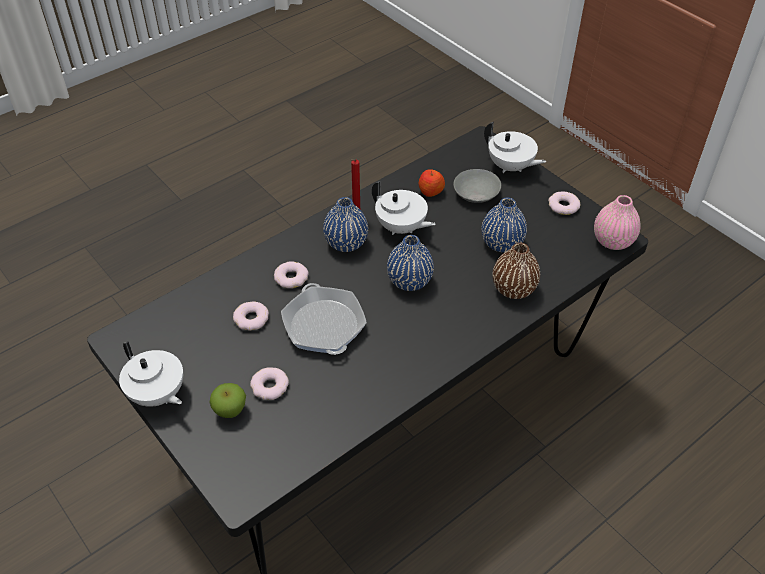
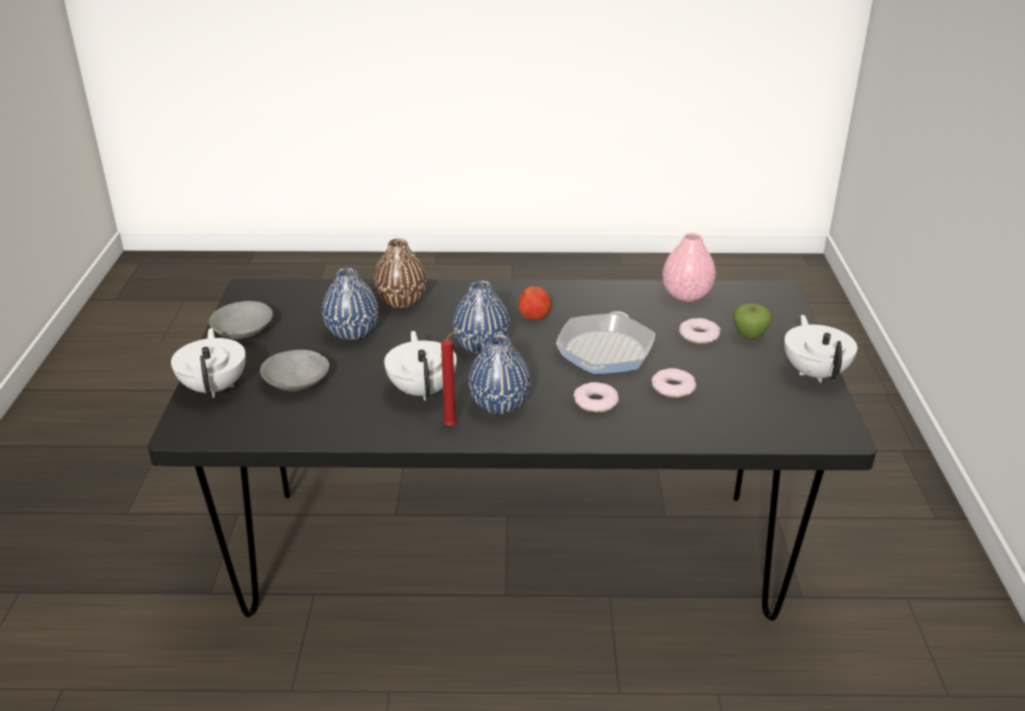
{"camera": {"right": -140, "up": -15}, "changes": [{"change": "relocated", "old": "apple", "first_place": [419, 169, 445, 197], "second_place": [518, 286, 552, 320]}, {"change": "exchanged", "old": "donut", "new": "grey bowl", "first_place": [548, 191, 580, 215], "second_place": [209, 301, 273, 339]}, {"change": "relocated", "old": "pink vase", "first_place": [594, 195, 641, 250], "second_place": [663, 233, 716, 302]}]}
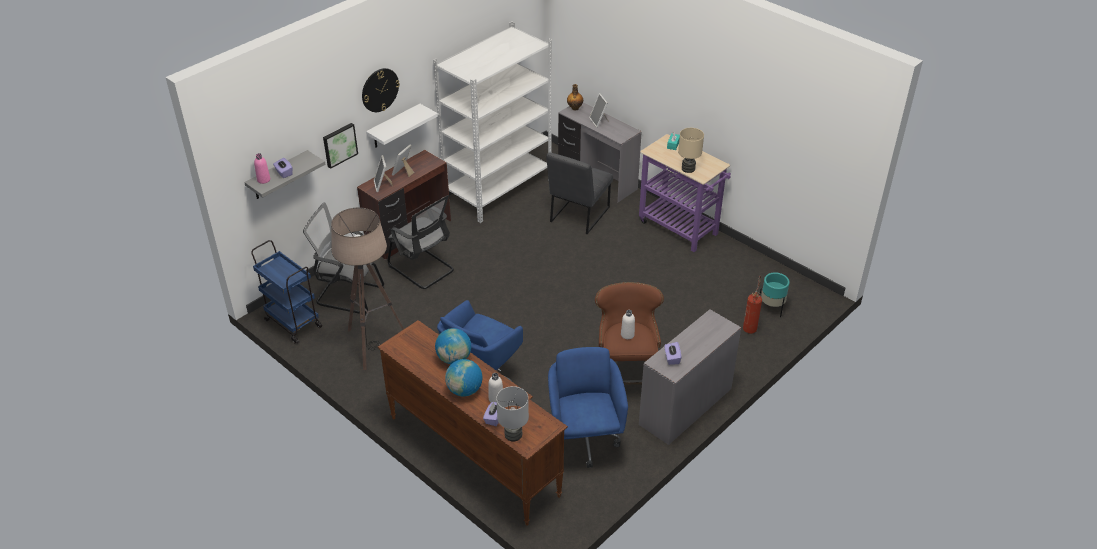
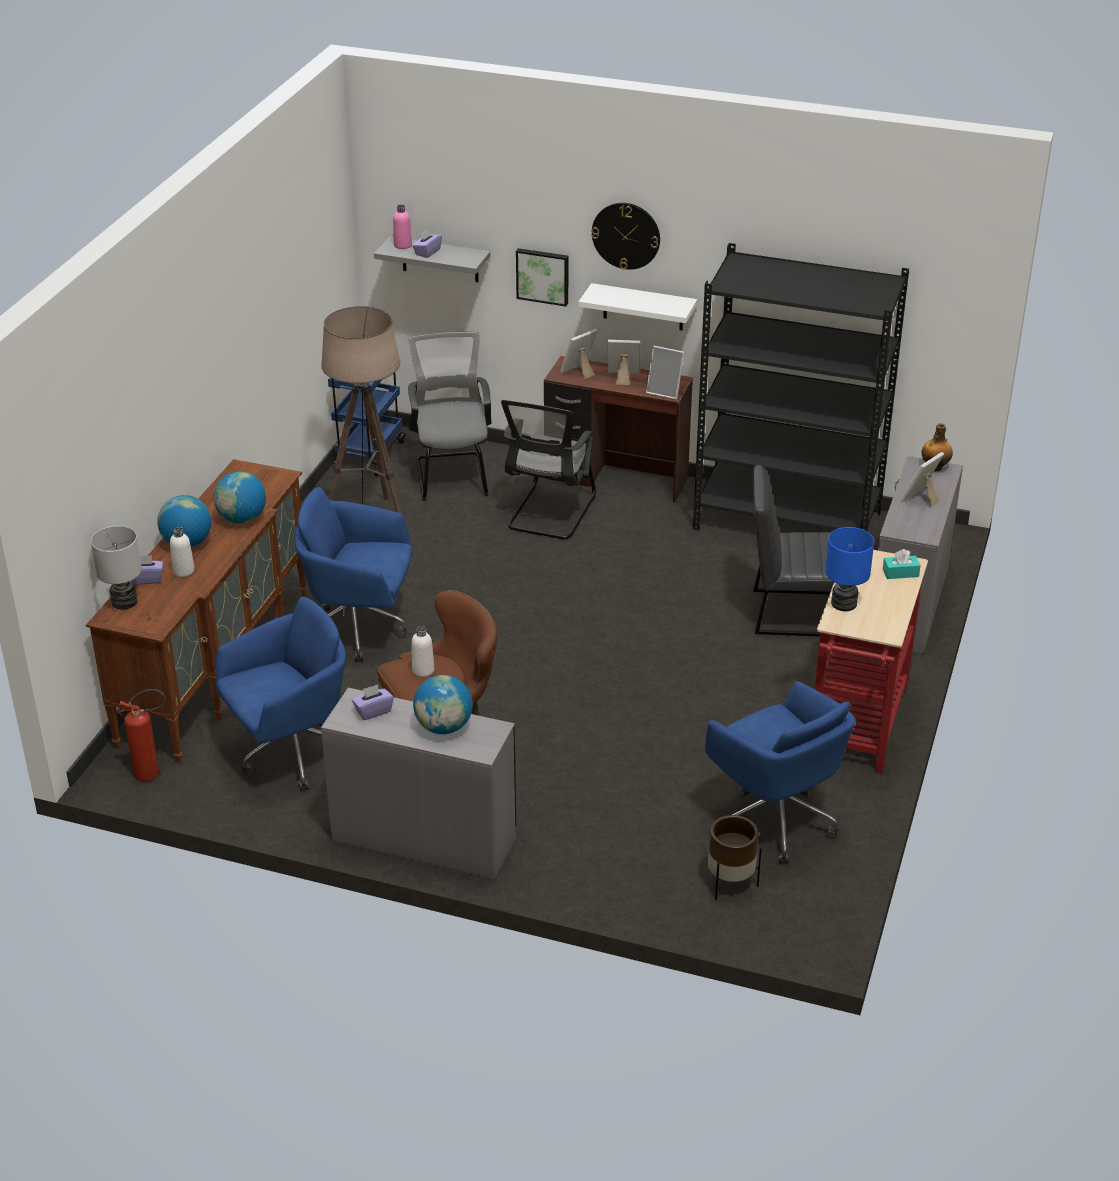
{"camera": {"right": 65, "up": -5}, "changes": [{"change": "colour", "old": "white bookcase", "new": "black bookcase", "first_place": [433, 22, 552, 223], "second_place": [693, 243, 909, 532]}, {"change": "colour", "old": "purple cart", "new": "red cart", "first_place": [639, 134, 731, 252], "second_place": [814, 550, 928, 774]}, {"change": "colour", "old": "beige table lamp", "new": "blue table lamp", "first_place": [678, 128, 704, 173], "second_place": [825, 527, 874, 611]}, {"change": "relocated", "old": "fire extinguisher", "first_place": [743, 275, 762, 334], "second_place": [118, 689, 166, 782]}, {"change": "colour", "old": "turquoise planter", "new": "brown planter", "first_place": [760, 273, 790, 317], "second_place": [708, 815, 762, 900]}, {"change": "appeared", "new": "globe", "second_place": [413, 675, 473, 734]}, {"change": "appeared", "new": "picture frame", "second_place": [646, 346, 685, 400]}, {"change": "appeared", "new": "blue office chair", "second_place": [705, 681, 855, 864]}]}
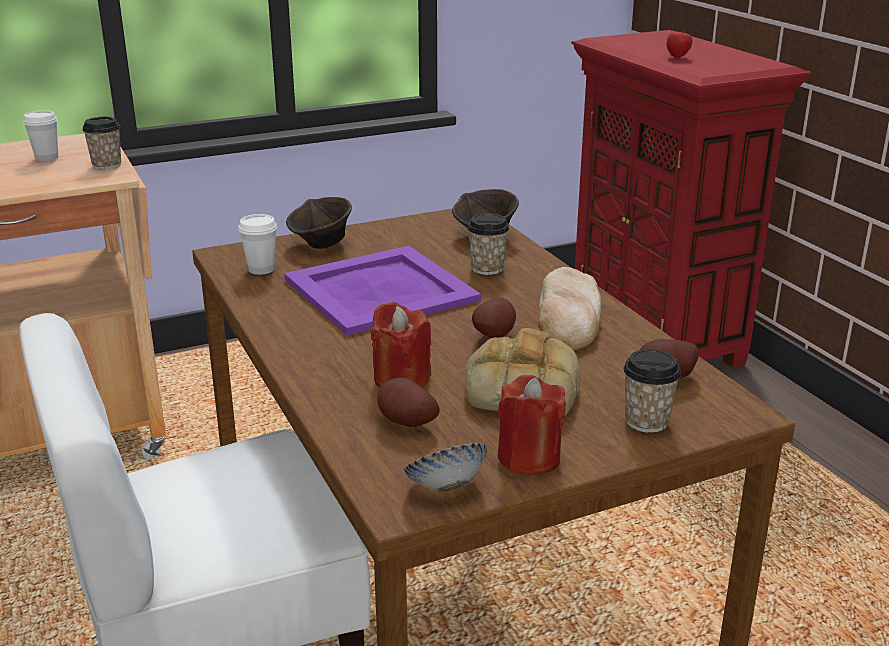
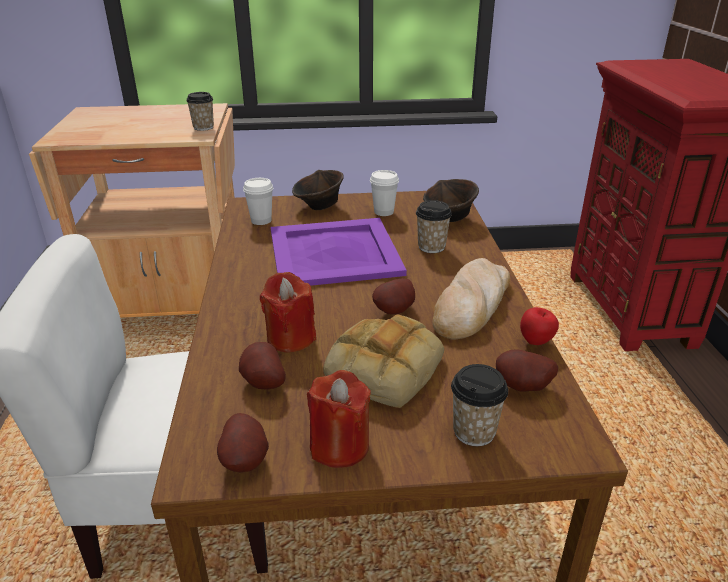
{"camera": {"right": 20, "up": 5}, "changes": [{"change": "relocated", "old": "white cup", "first_place": [23, 110, 58, 161], "second_place": [370, 170, 399, 216]}, {"change": "exchanged", "old": "bowl", "new": "potato", "first_place": [404, 443, 487, 492], "second_place": [217, 413, 269, 472]}, {"change": "relocated", "old": "apple", "first_place": [667, 31, 692, 58], "second_place": [520, 307, 559, 345]}]}
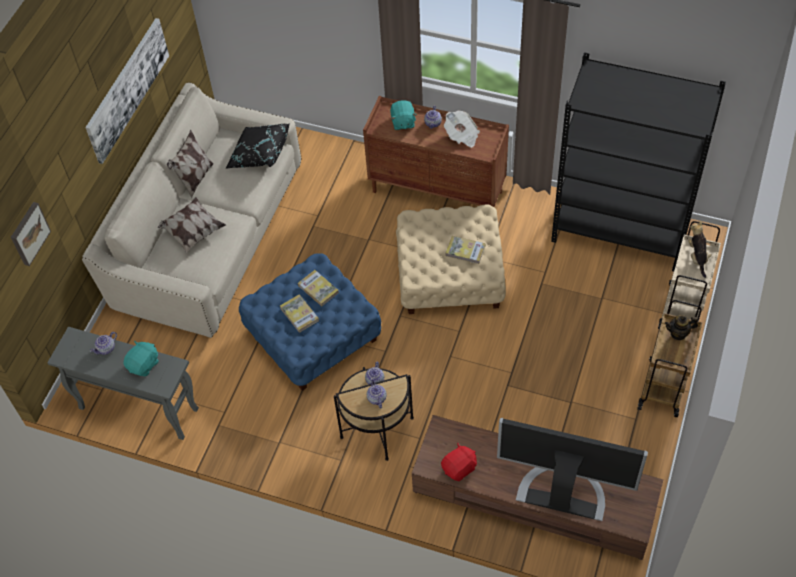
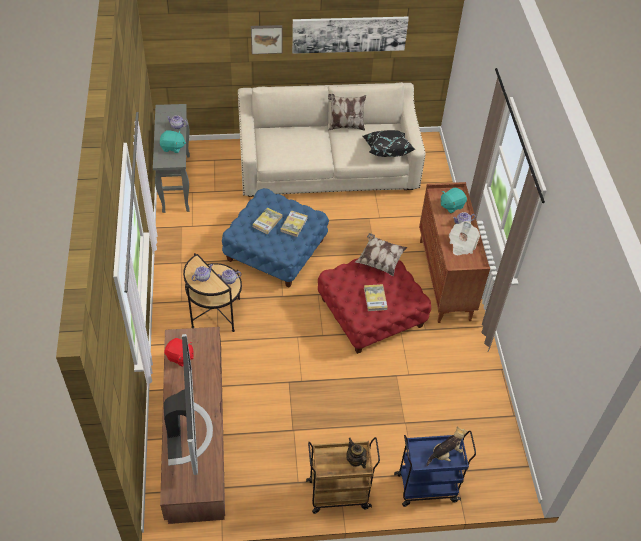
{"camera": {"right": 60, "up": -5}, "changes": [{"change": "relocated", "old": "picture", "first_place": [11, 202, 51, 266], "second_place": [251, 25, 282, 54]}, {"change": "relocated", "old": "pillow", "first_place": [158, 197, 226, 253], "second_place": [355, 233, 407, 276]}, {"change": "colour", "old": "beige ottoman", "new": "red ottoman", "first_place": [396, 205, 506, 314], "second_place": [318, 259, 431, 354]}, {"change": "missing", "old": "black bookcase", "first_place": [551, 52, 726, 271]}, {"change": "colour", "old": "beige cart", "new": "blue cart", "first_place": [658, 221, 721, 329], "second_place": [394, 431, 476, 507]}]}
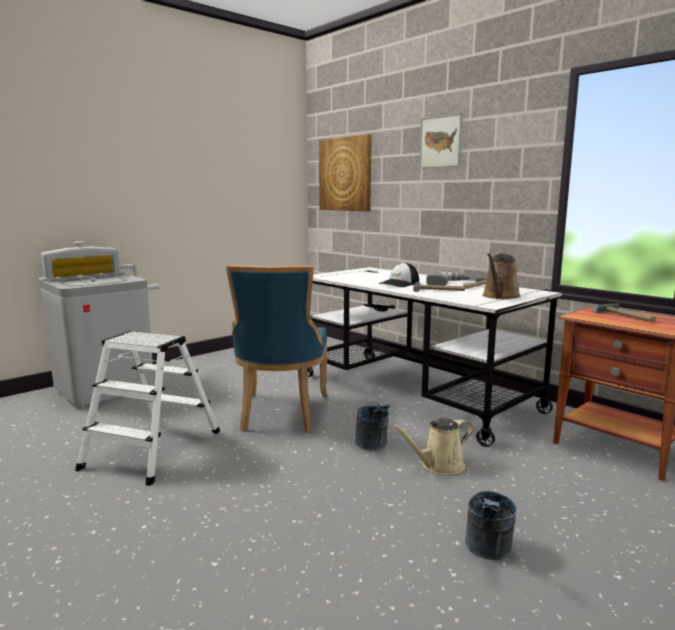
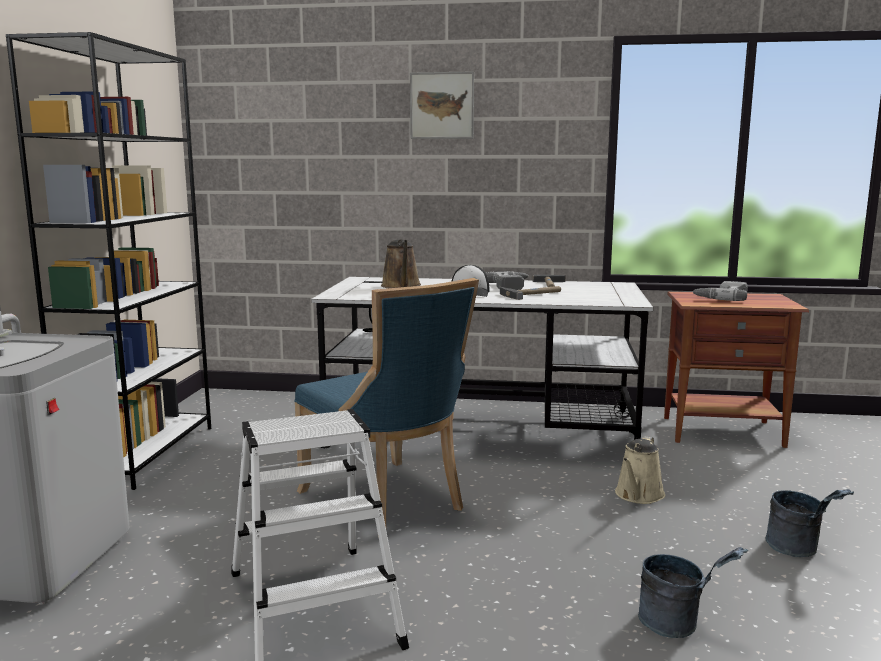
{"camera": {"right": -40, "up": 0}, "changes": [{"change": "missing", "old": "picture", "first_place": [319, 134, 372, 212]}, {"change": "relocated", "old": "grey bucket", "first_place": [355, 403, 390, 450], "second_place": [638, 547, 748, 638]}, {"change": "relocated", "old": "brown watering can", "first_place": [482, 253, 521, 299], "second_place": [381, 239, 421, 288]}, {"change": "exchanged", "old": "hammer", "new": "power drill", "first_place": [592, 304, 656, 322], "second_place": [692, 281, 748, 301]}, {"change": "appeared", "new": "white bookcase", "second_place": [6, 32, 211, 490]}]}
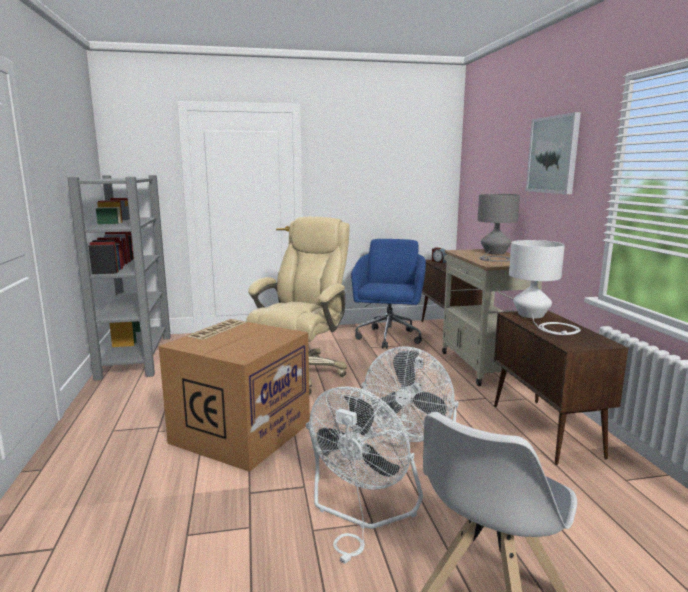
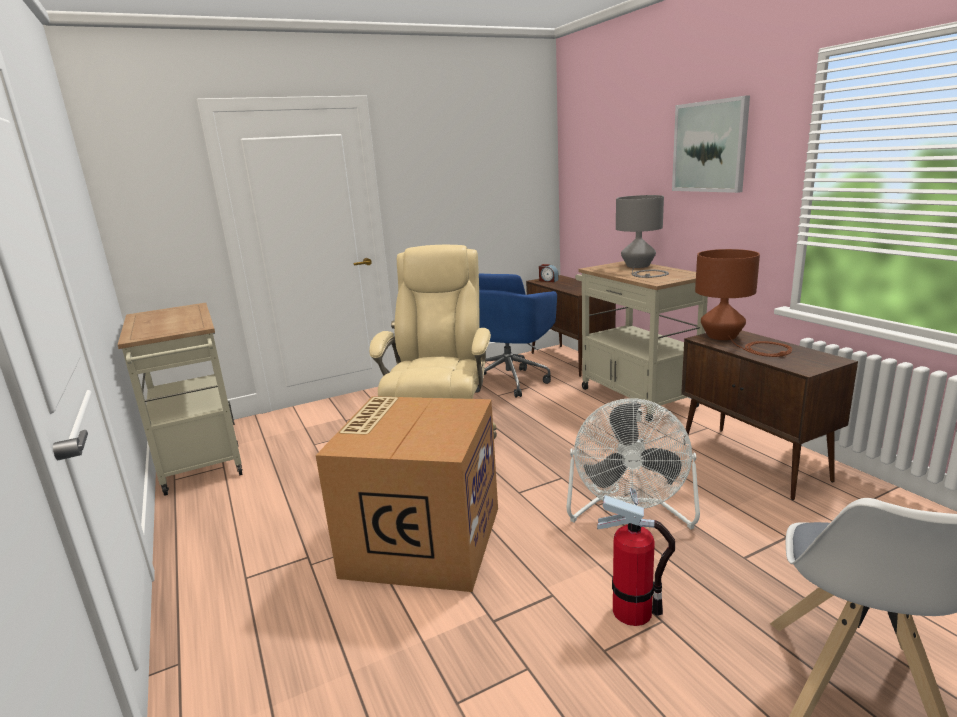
{"camera": {"right": -15, "up": 5}, "changes": [{"change": "exchanged", "old": "grey bookcase", "new": "beige cart", "first_place": [67, 175, 171, 380], "second_place": [117, 303, 243, 496]}, {"change": "exchanged", "old": "white fan", "new": "fire extinguisher", "first_place": [305, 387, 423, 564], "second_place": [597, 488, 675, 626]}, {"change": "spun", "old": "blue office chair", "first_place": [351, 239, 426, 349], "second_place": [476, 273, 557, 398], "degrees": -150}, {"change": "colour", "old": "white table lamp", "new": "brown table lamp", "first_place": [509, 240, 581, 335], "second_place": [695, 249, 792, 357]}]}
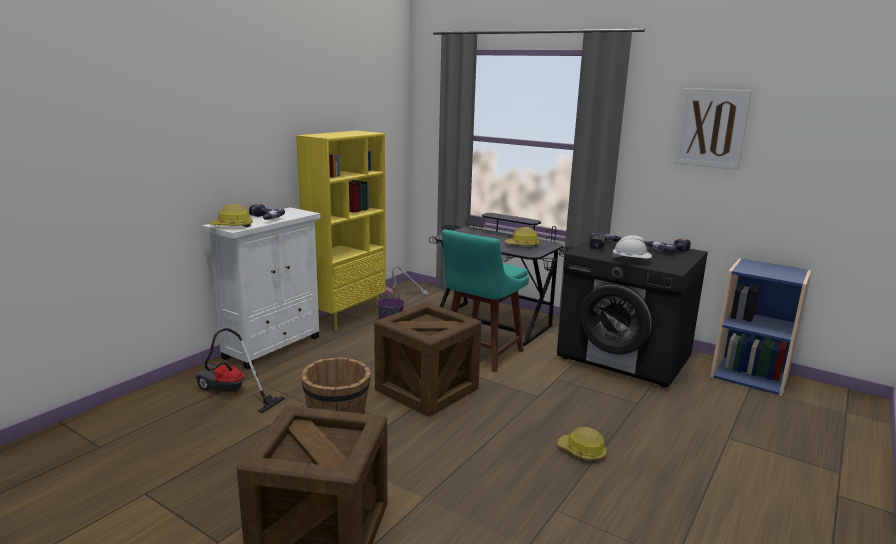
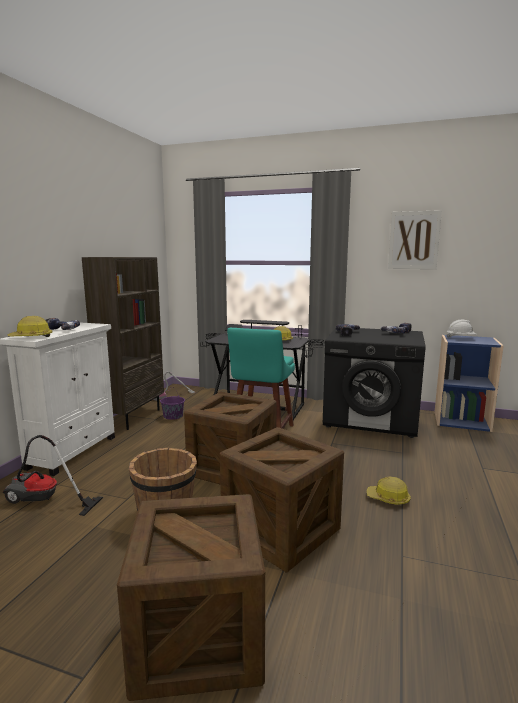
{"camera": {"right": -15, "up": -5}, "changes": [{"change": "colour", "old": "yellow bookcase", "new": "brown bookcase", "first_place": [296, 131, 386, 330], "second_place": [82, 257, 164, 430]}, {"change": "relocated", "old": "white hard hat", "first_place": [612, 235, 652, 259], "second_place": [446, 320, 476, 338]}, {"change": "appeared", "new": "crate", "second_place": [220, 427, 344, 573]}]}
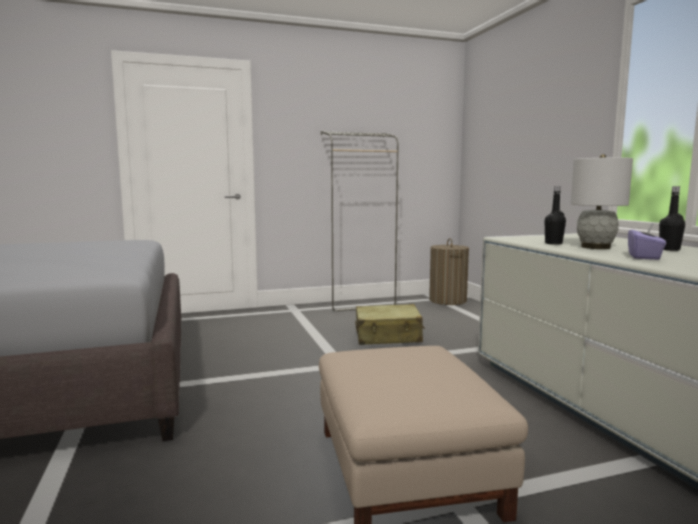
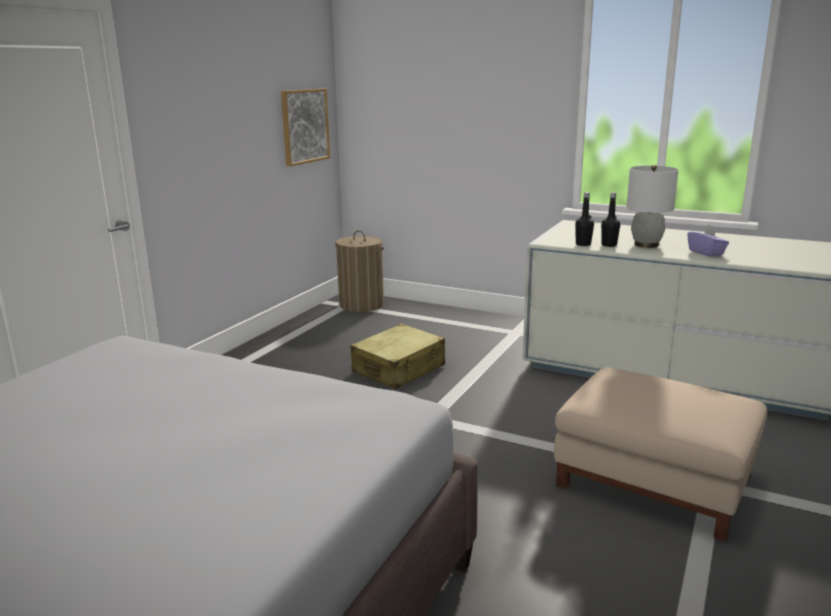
{"camera": {"right": -45, "up": 10}, "changes": [{"change": "missing", "old": "grey clothes rack", "first_place": [321, 131, 398, 311]}, {"change": "relocated", "old": "black bottle", "first_place": [659, 186, 685, 251], "second_place": [575, 192, 594, 246]}, {"change": "appeared", "new": "picture", "second_place": [281, 89, 330, 167]}]}
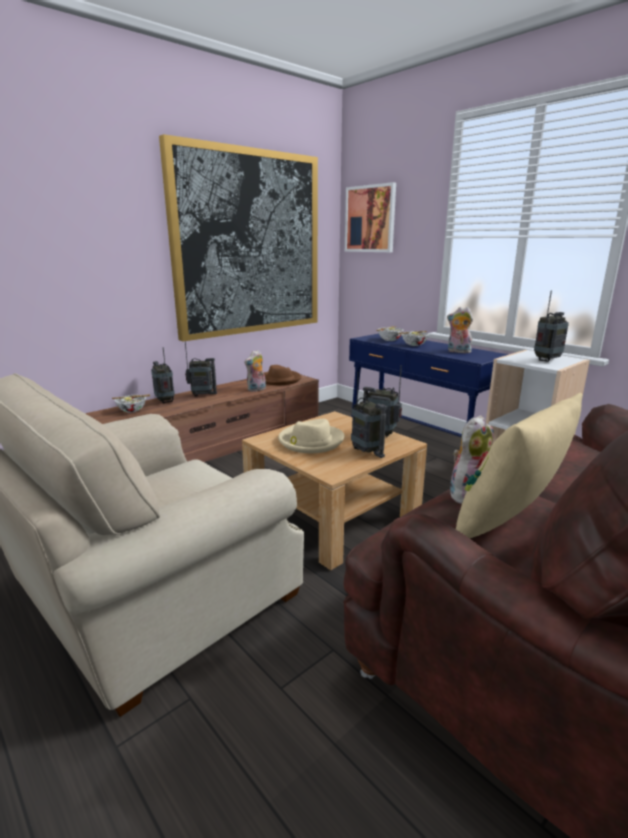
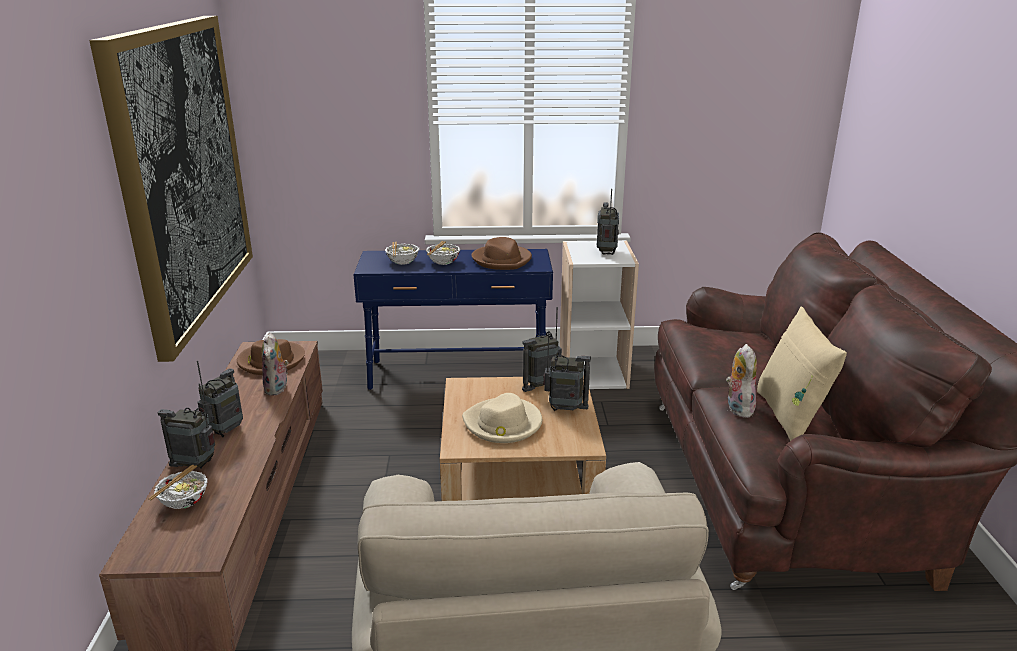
{"camera": {"right": -50, "up": 5}, "changes": [{"change": "missing", "old": "picture", "first_place": [345, 182, 396, 252]}, {"change": "exchanged", "old": "plush toy", "new": "brown hat", "first_place": [447, 307, 473, 353], "second_place": [472, 237, 532, 270]}]}
